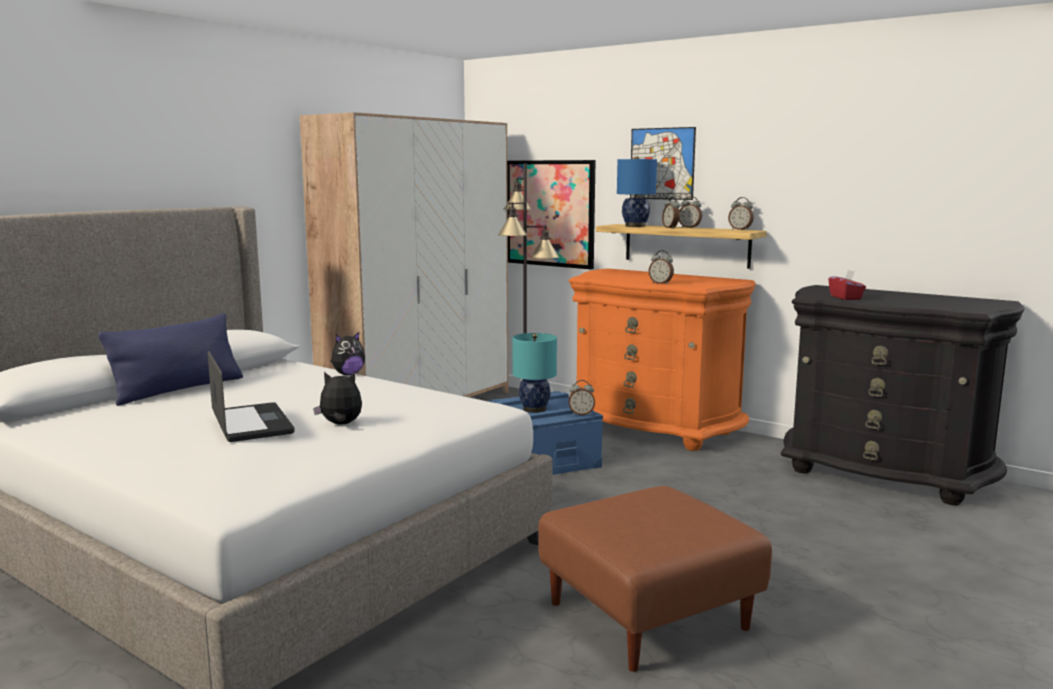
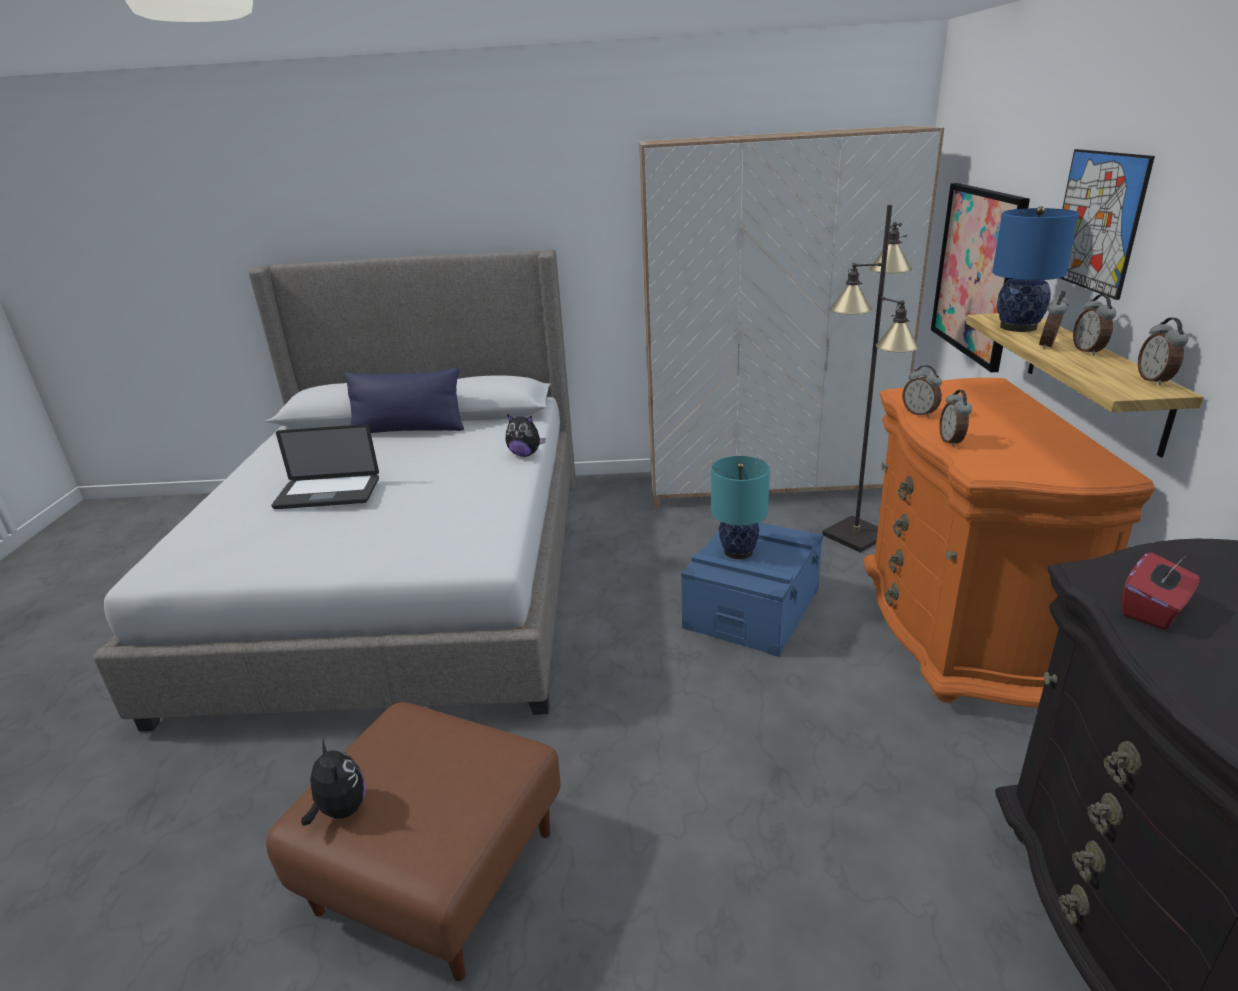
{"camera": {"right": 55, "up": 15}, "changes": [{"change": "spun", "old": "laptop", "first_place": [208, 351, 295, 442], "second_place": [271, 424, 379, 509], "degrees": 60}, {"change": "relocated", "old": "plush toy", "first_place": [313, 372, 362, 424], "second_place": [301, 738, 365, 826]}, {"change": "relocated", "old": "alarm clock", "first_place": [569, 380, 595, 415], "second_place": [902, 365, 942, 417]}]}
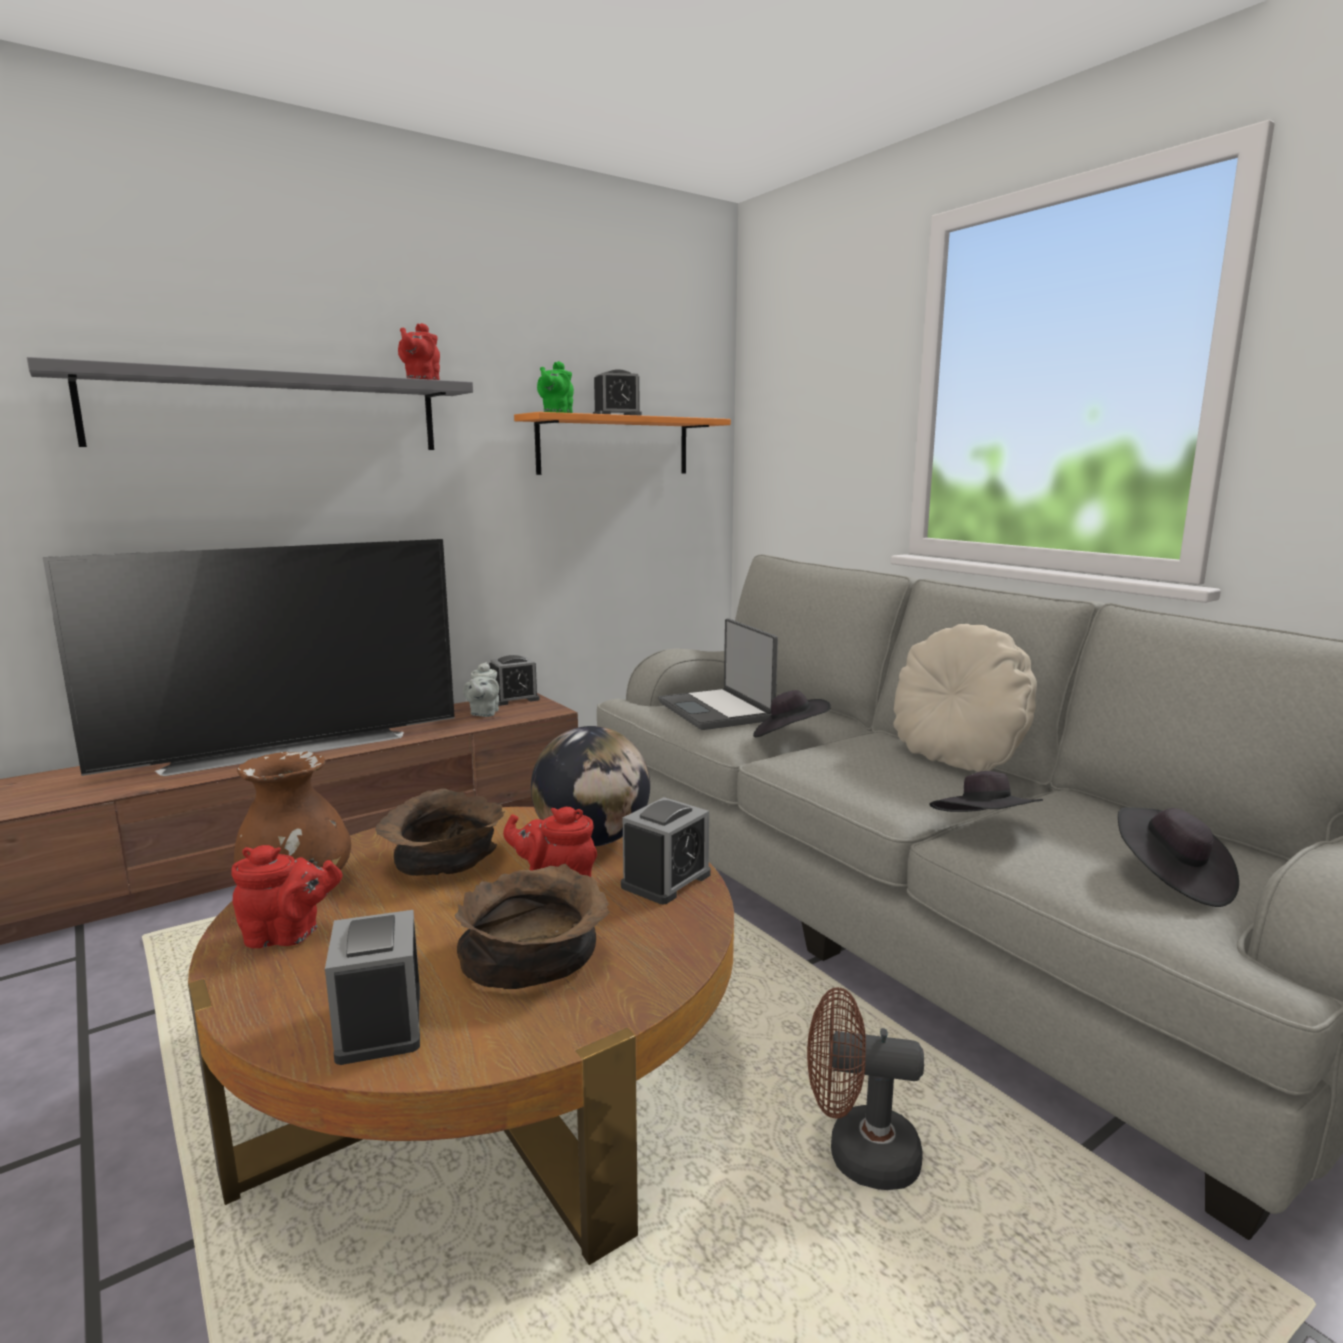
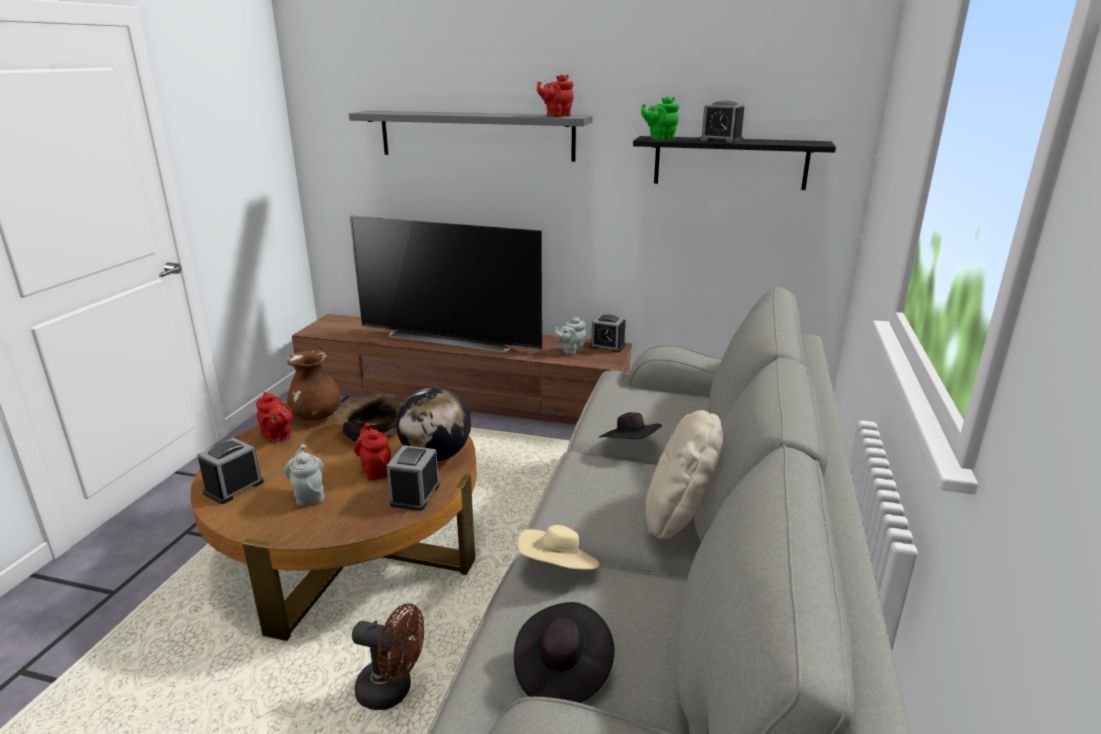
{"camera": {"right": 50, "up": 10}, "changes": [{"change": "exchanged", "old": "brown bowl", "new": "grey teapot", "first_place": [455, 864, 610, 989], "second_place": [284, 444, 324, 506]}, {"change": "colour", "old": "orange shelf", "new": "black shelf", "first_place": [514, 412, 731, 475], "second_place": [633, 136, 836, 190]}, {"change": "spun", "old": "alarm clock", "first_place": [621, 797, 711, 904], "second_place": [387, 445, 440, 511], "degrees": 105}, {"change": "missing", "old": "laptop", "first_place": [659, 618, 778, 730]}, {"change": "spun", "old": "brown fan", "first_place": [807, 987, 924, 1190], "second_place": [352, 603, 424, 710], "degrees": 135}, {"change": "colour", "old": "black hat", "new": "beige hat", "first_place": [929, 771, 1043, 812], "second_place": [517, 525, 600, 570]}]}
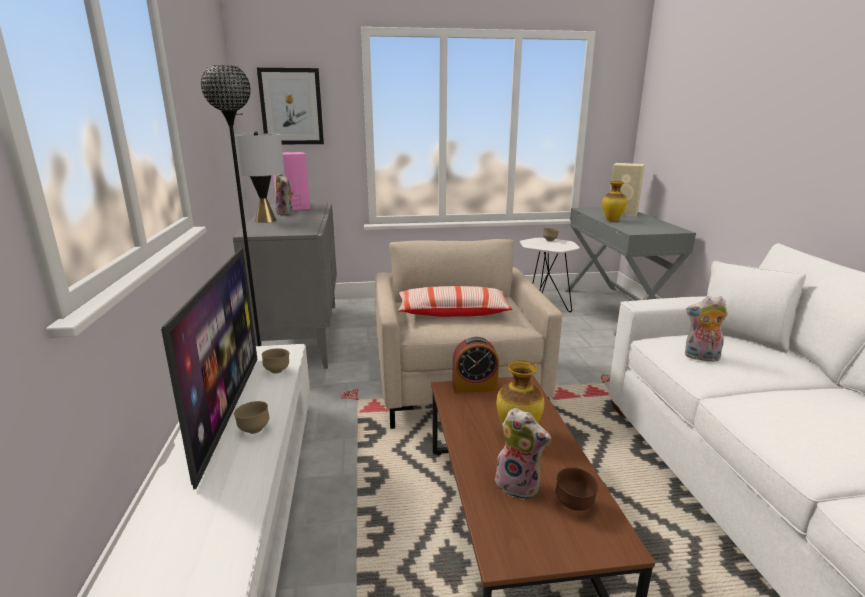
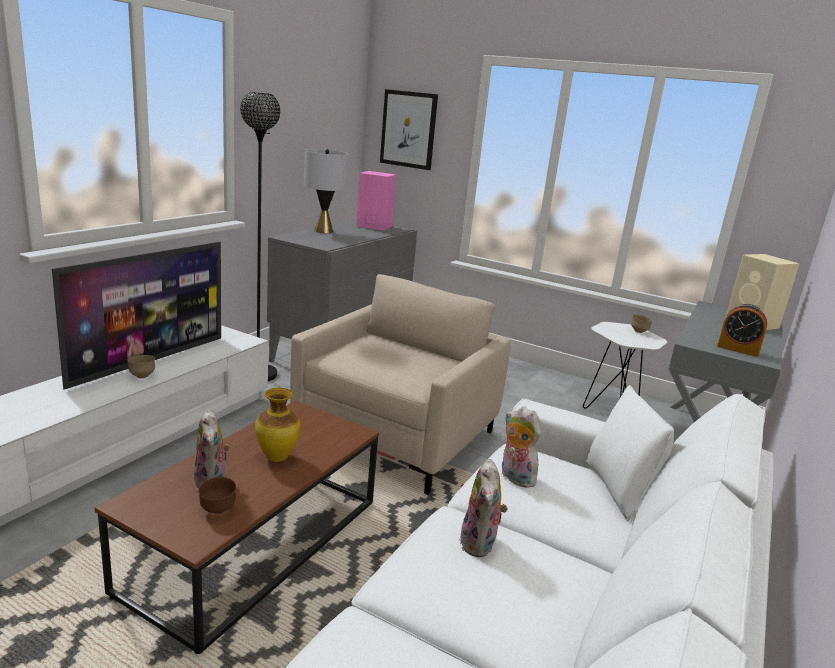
{"camera": {"right": 35, "up": 0}, "changes": [{"change": "missing", "old": "brown bowl", "first_place": [262, 348, 289, 374]}, {"change": "relocated", "old": "plush toy", "first_place": [276, 173, 294, 216], "second_place": [459, 459, 507, 557]}, {"change": "missing", "old": "pillow", "first_place": [398, 286, 513, 317]}, {"change": "relocated", "old": "alarm clock", "first_place": [452, 337, 499, 393], "second_place": [717, 304, 767, 357]}, {"change": "missing", "old": "vase", "first_place": [602, 181, 627, 221]}]}
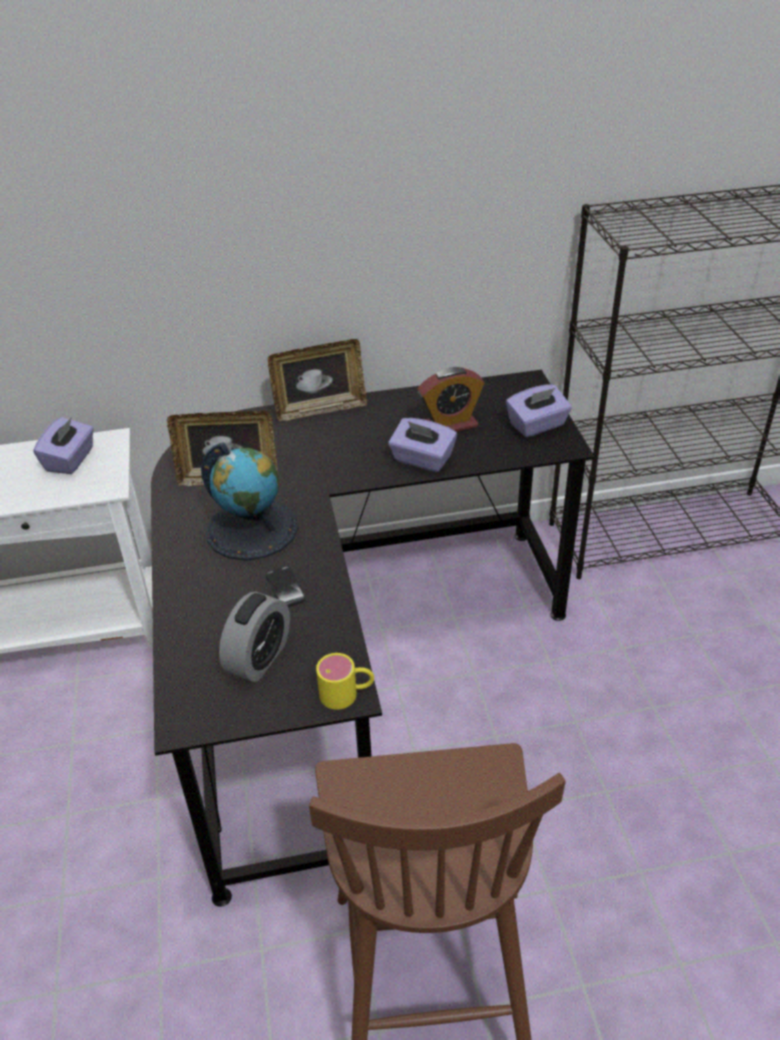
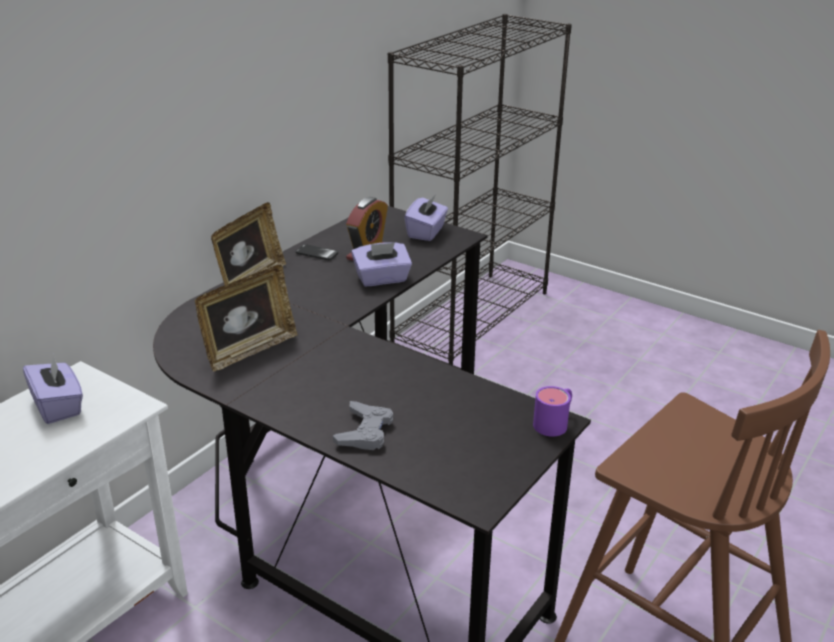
{"camera": {"right": -45, "up": -10}, "changes": [{"change": "missing", "old": "globe", "first_place": [201, 442, 298, 561]}, {"change": "missing", "old": "alarm clock", "first_place": [219, 592, 290, 682]}, {"change": "relocated", "old": "phone", "first_place": [266, 566, 306, 607], "second_place": [296, 244, 338, 260]}, {"change": "colour", "old": "yellow mug", "new": "purple mug", "first_place": [316, 653, 374, 710], "second_place": [533, 386, 572, 437]}, {"change": "appeared", "new": "grey game controller", "second_place": [333, 401, 393, 450]}]}
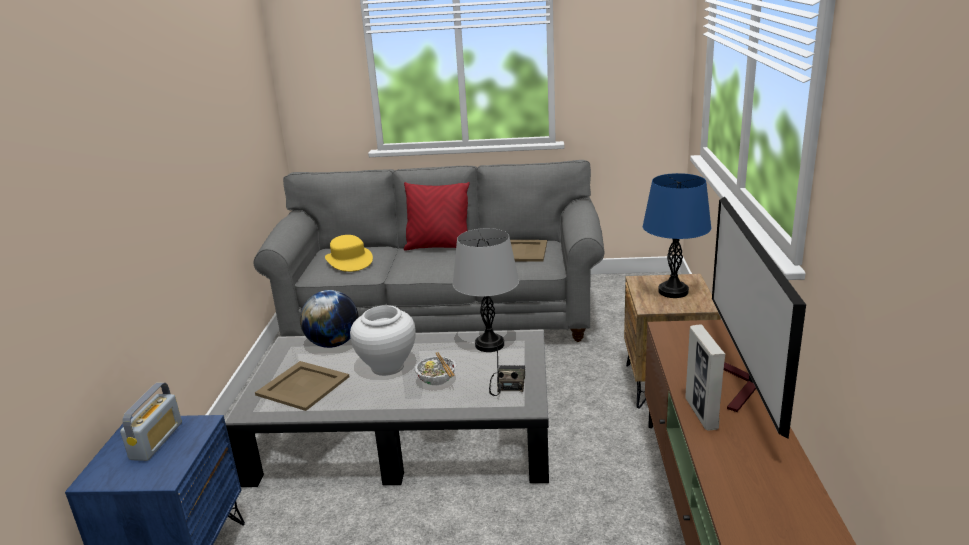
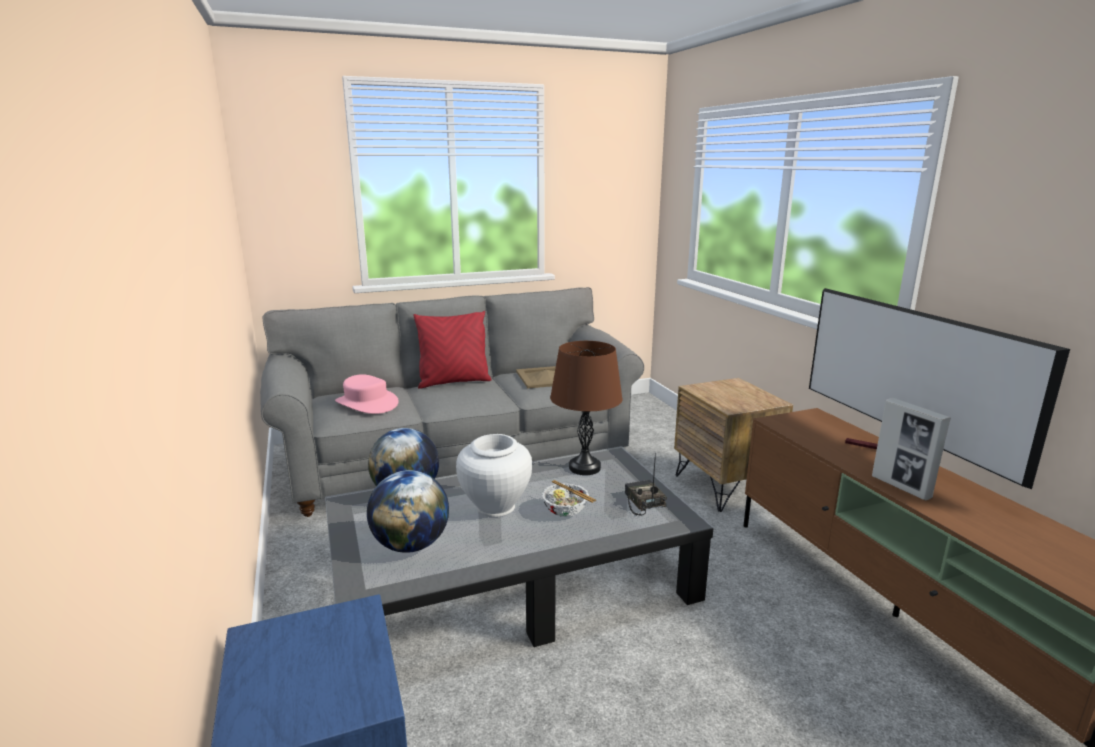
{"camera": {"right": -25, "up": -5}, "changes": [{"change": "missing", "old": "radio", "first_place": [120, 383, 182, 461]}, {"change": "exchanged", "old": "beige tray", "new": "globe", "first_place": [255, 361, 349, 411], "second_place": [367, 470, 449, 553]}, {"change": "colour", "old": "yellow hat", "new": "pink hat", "first_place": [325, 235, 373, 272], "second_place": [335, 374, 399, 414]}, {"change": "colour", "old": "grey table lamp", "new": "brown table lamp", "first_place": [453, 228, 519, 352], "second_place": [550, 341, 623, 475]}, {"change": "missing", "old": "blue table lamp", "first_place": [643, 173, 711, 298]}]}
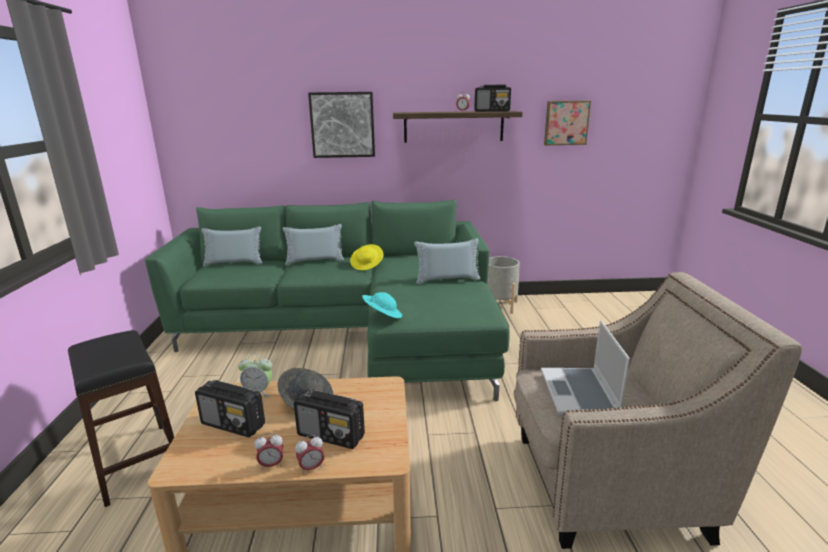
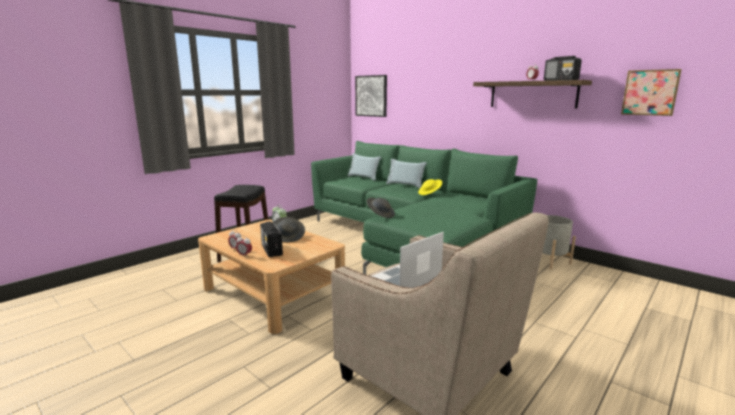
{"camera": {"right": 45, "up": -5}, "changes": [{"change": "missing", "old": "radio", "first_place": [195, 380, 265, 438]}, {"change": "relocated", "old": "picture", "first_place": [308, 92, 375, 158], "second_place": [355, 75, 387, 117]}, {"change": "colour", "old": "turquoise hat", "new": "grey hat", "first_place": [362, 292, 402, 318], "second_place": [367, 198, 395, 218]}, {"change": "missing", "old": "blue pillow", "first_place": [414, 238, 480, 284]}]}
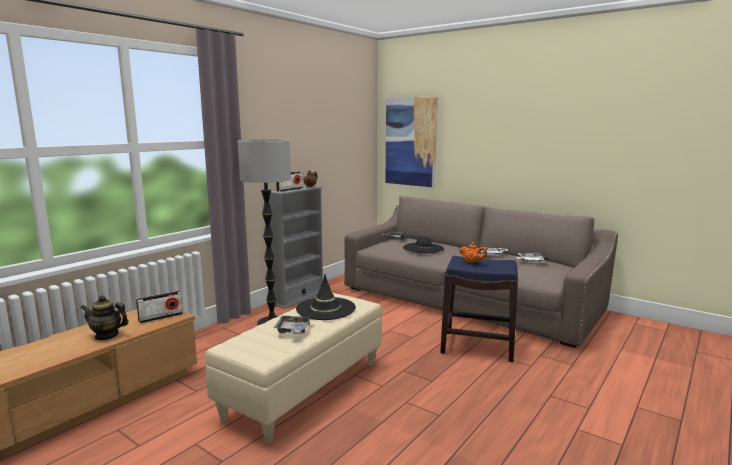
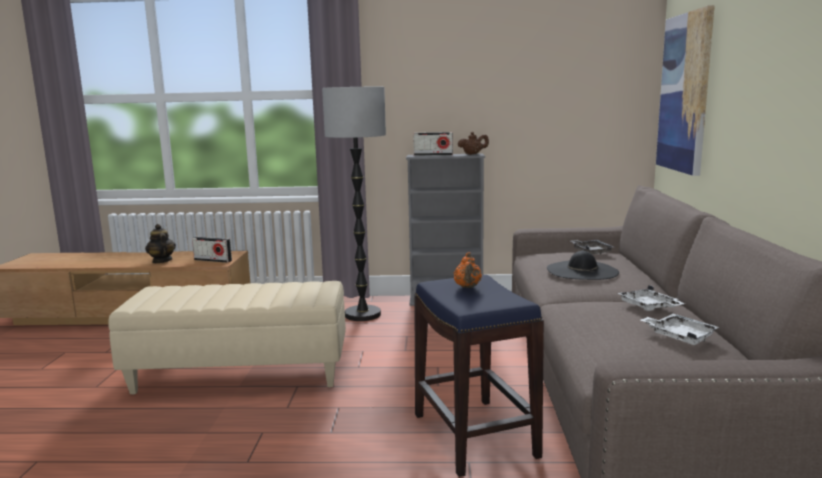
{"camera": {"right": 55, "up": 0}, "changes": [{"change": "missing", "old": "grey tray", "first_place": [274, 315, 311, 334]}, {"change": "missing", "old": "black hat", "first_place": [296, 274, 356, 320]}]}
